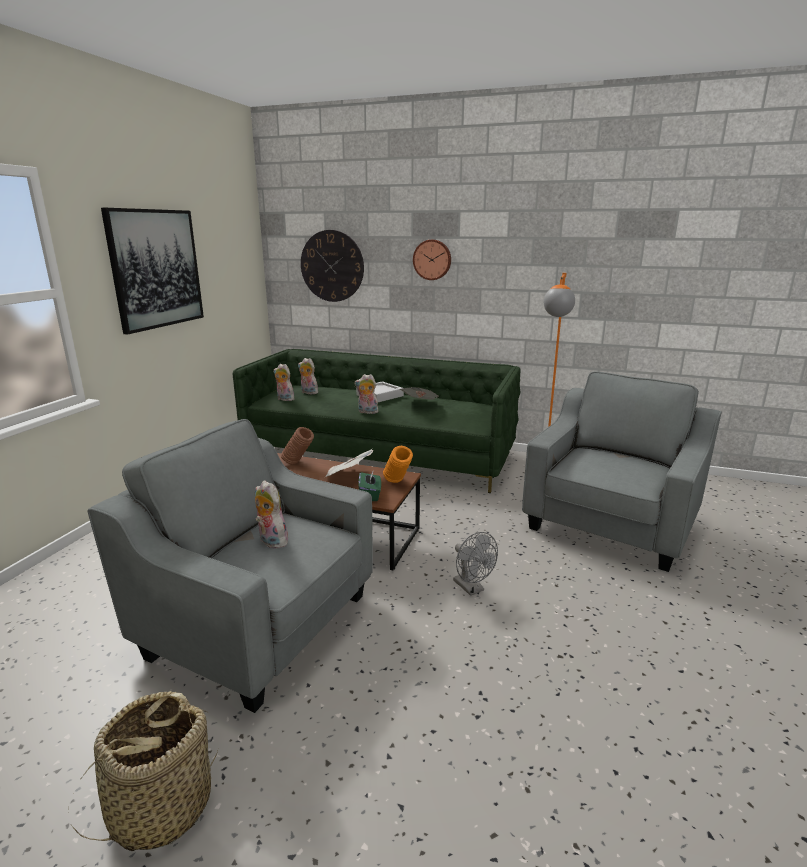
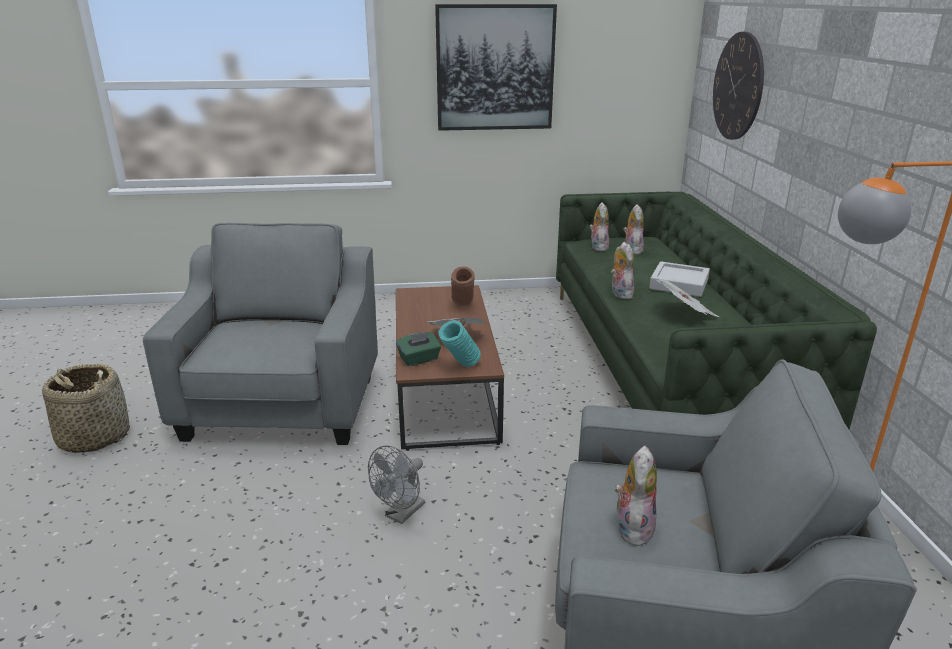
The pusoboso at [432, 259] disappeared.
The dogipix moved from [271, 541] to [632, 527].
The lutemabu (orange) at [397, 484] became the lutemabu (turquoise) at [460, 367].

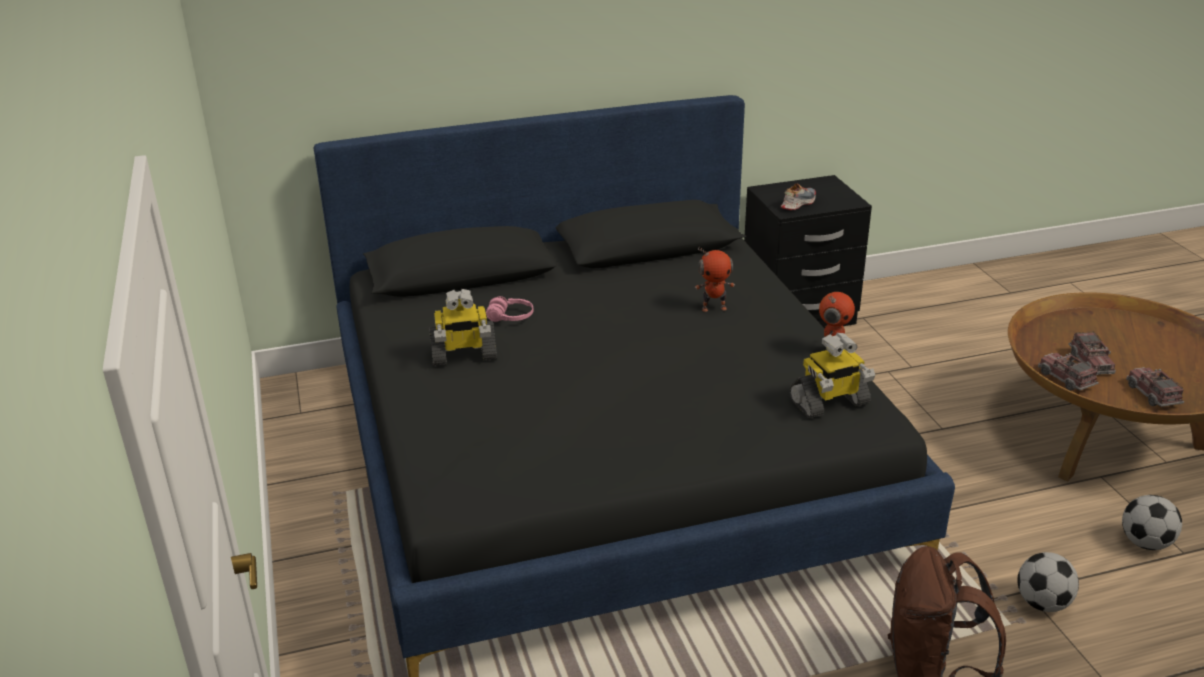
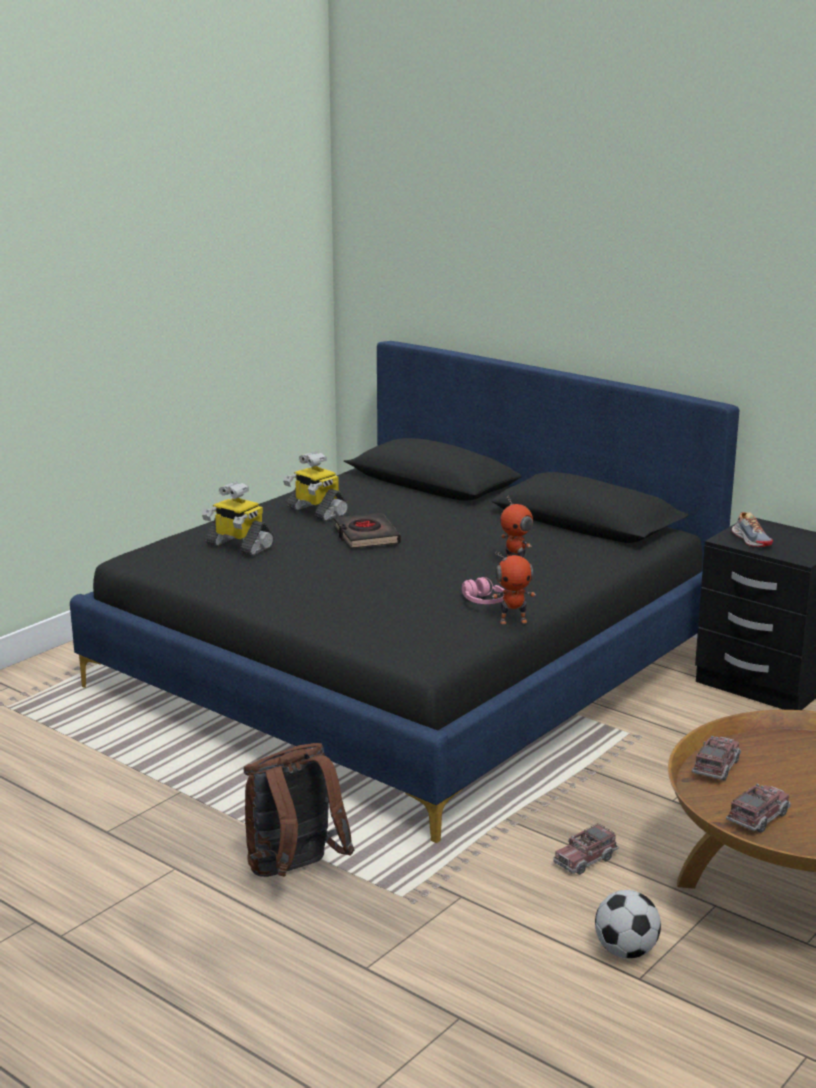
The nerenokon at [1042, 603] disappeared.
The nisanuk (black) at [366, 536] appeared.
The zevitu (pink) moved from [510, 317] to [483, 602].
The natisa moved from [829, 403] to [238, 546].
The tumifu moved from [1090, 363] to [585, 860].
The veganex at [797, 203] turned 60 degrees clockwise.

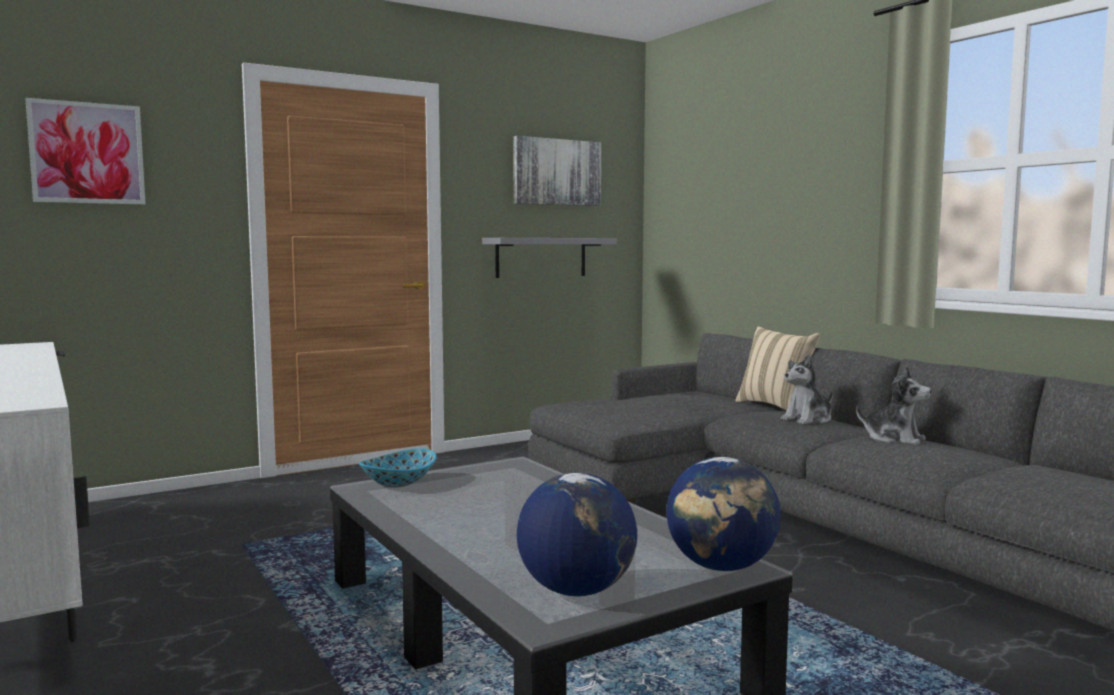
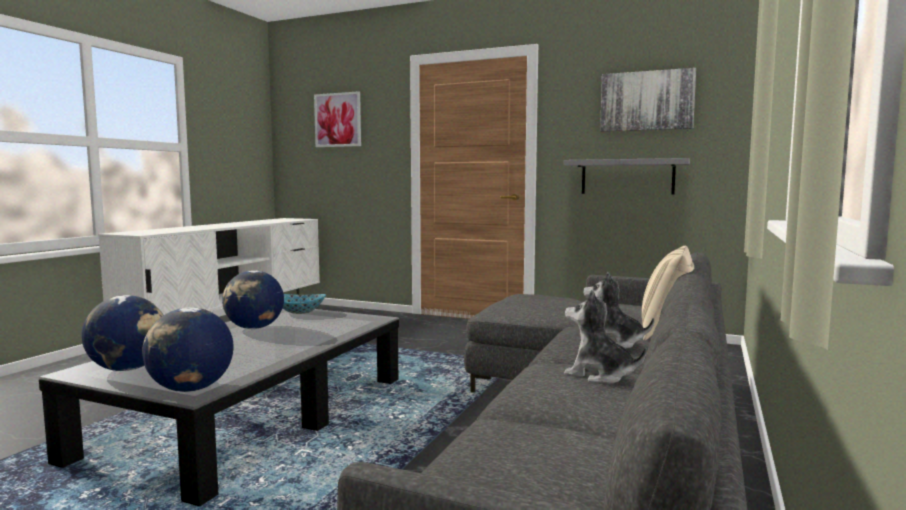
The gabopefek at [254, 328] appeared.
The dogipix at [894, 439] turned 120 degrees clockwise.

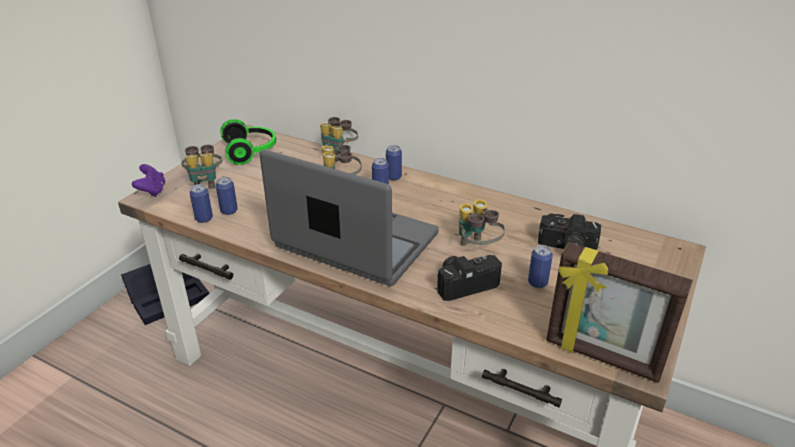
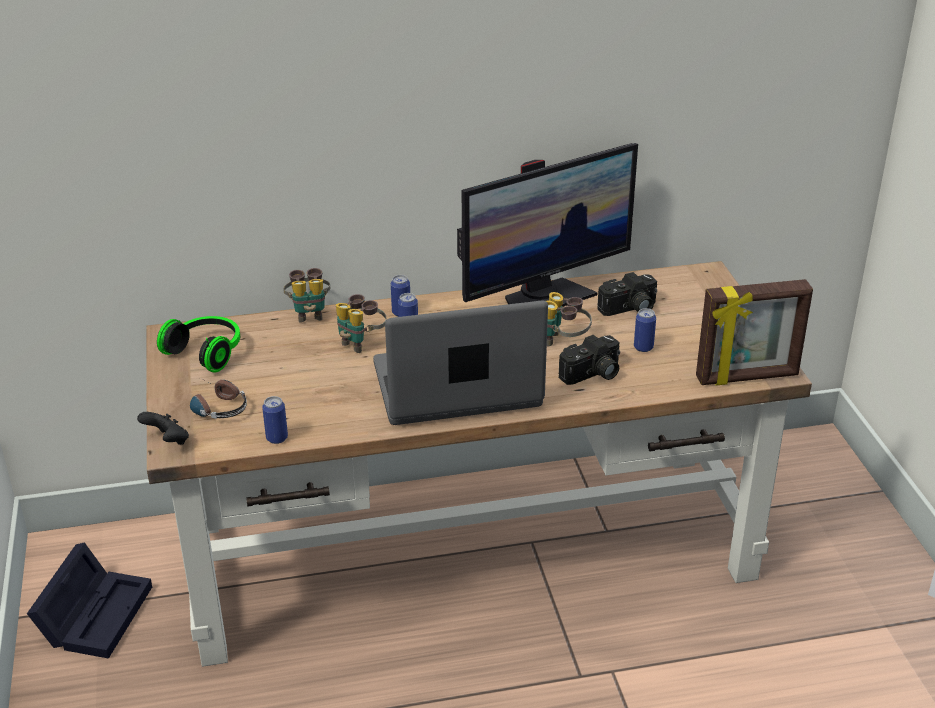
The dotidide at [229, 211] disappeared.
The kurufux at [543, 297] appeared.
The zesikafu at [205, 183] was replaced by the zevitu at [215, 406].
The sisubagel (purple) at [152, 191] became the sisubagel (black) at [167, 441].
The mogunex at [465, 283] turned 150 degrees counterclockwise.

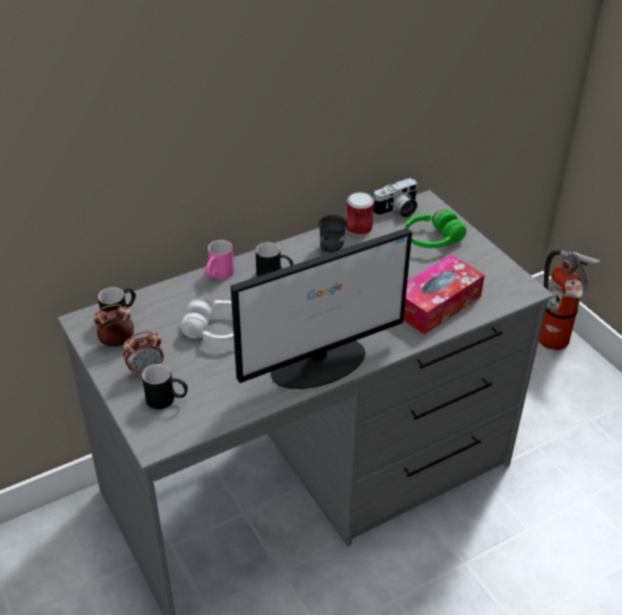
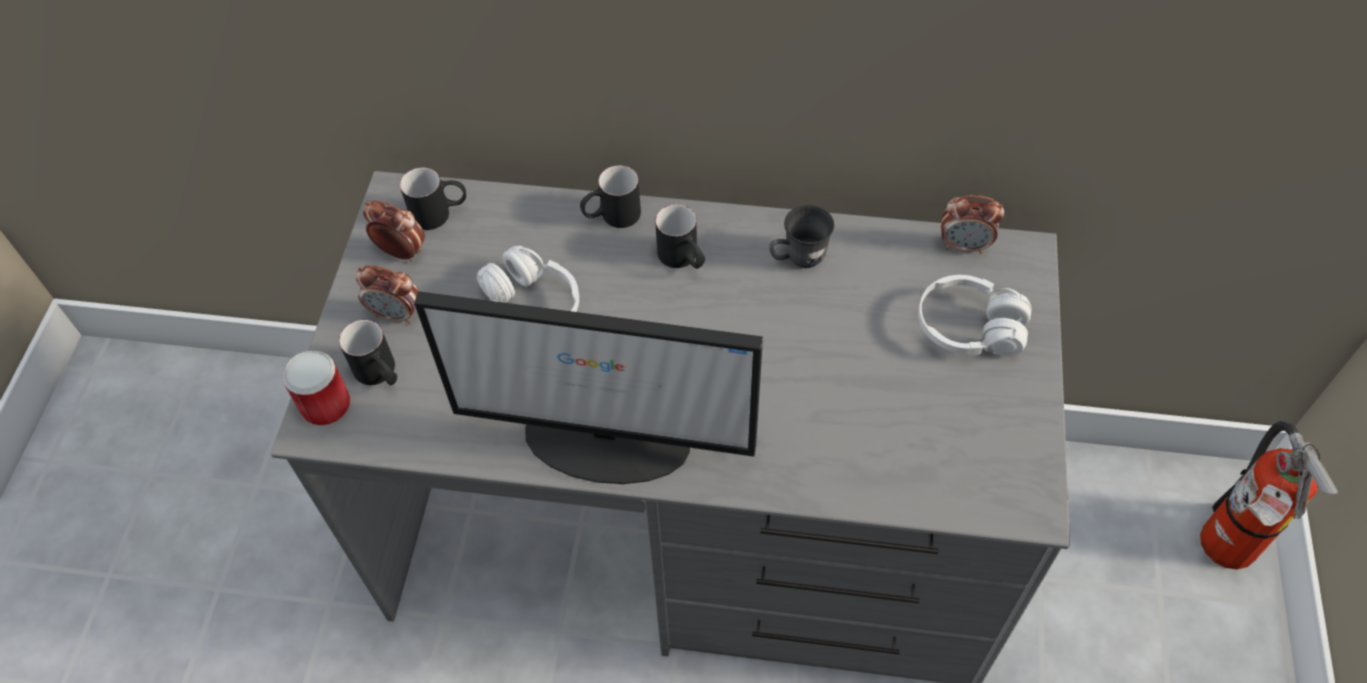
The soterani at [436, 304] disappeared.
The dotidide moved from [359, 228] to [326, 405].
The mogunex at [397, 211] was replaced by the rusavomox at [964, 245].
The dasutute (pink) at [218, 275] became the dasutute (black) at [611, 217].
The zevitu (green) at [432, 239] became the zevitu (white) at [969, 328].

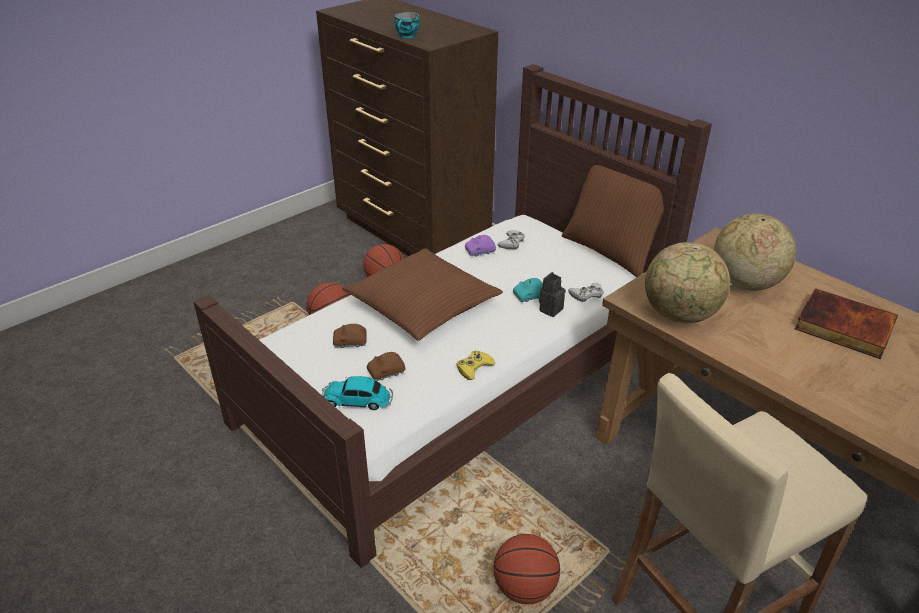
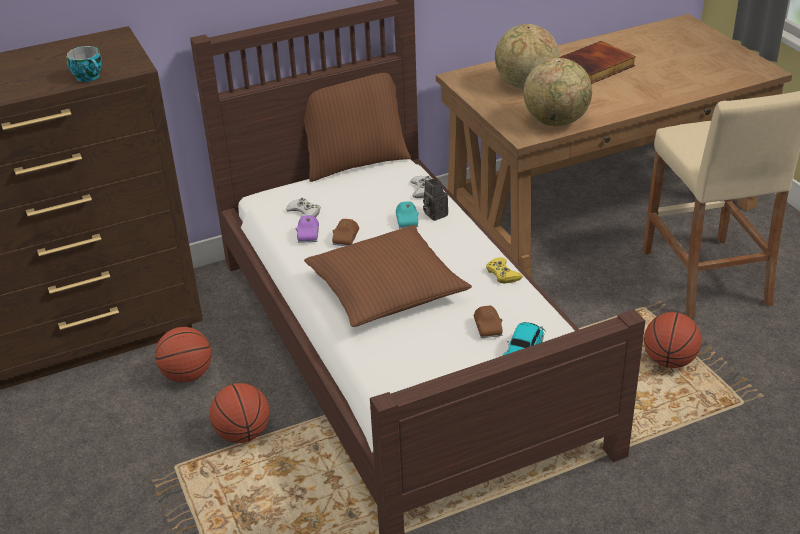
The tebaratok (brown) moved from [350, 342] to [346, 239].

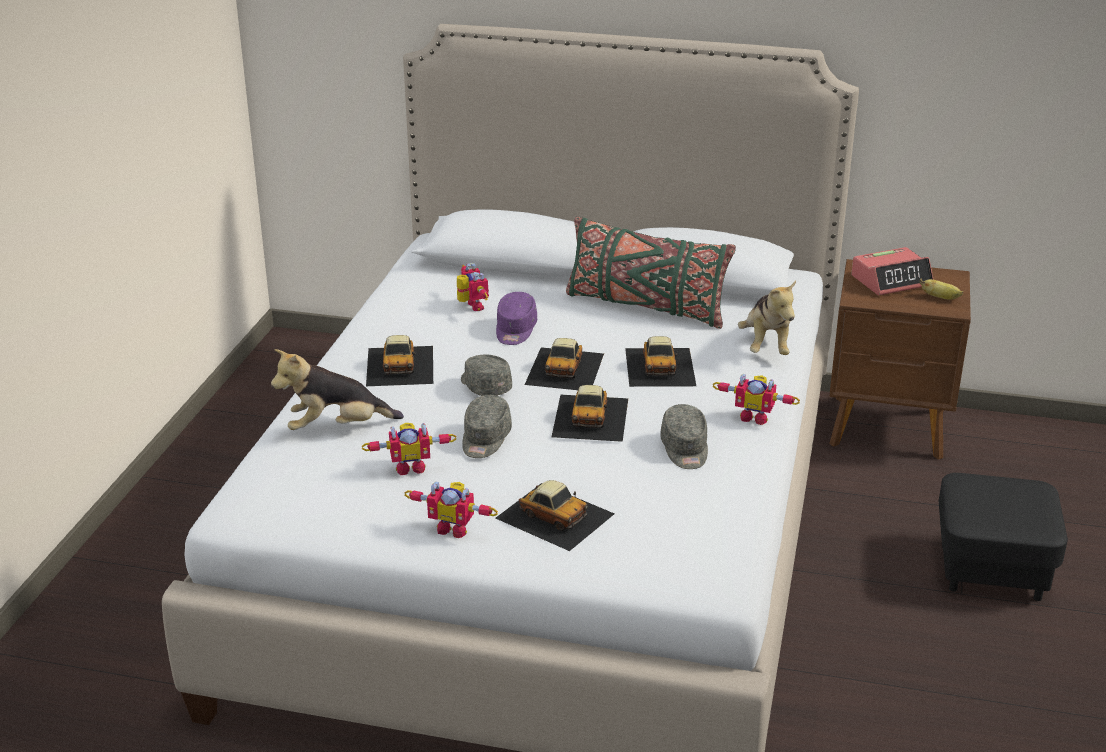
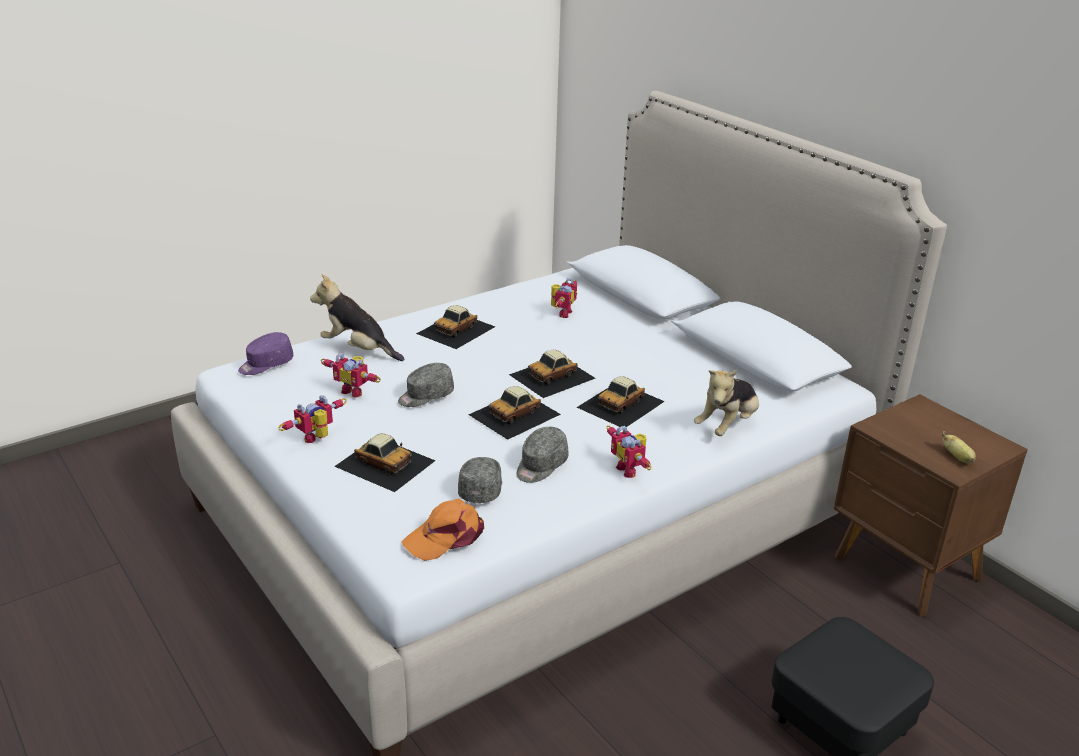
The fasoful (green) at [645, 306] disappeared.
The rusavomox at [891, 280] disappeared.
The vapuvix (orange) at [446, 537] appeared.
The vapuvix (grey) moved from [484, 386] to [481, 488].
The vapuvix (purple) moved from [515, 330] to [266, 364].
The natisa at [454, 528] turned 75 degrees clockwise.
The tebaratok at [554, 515] turned 45 degrees counterclockwise.

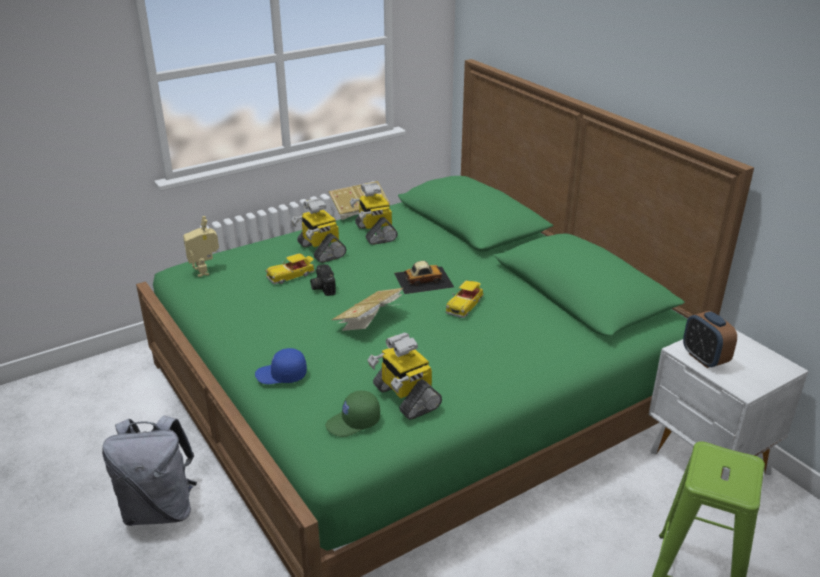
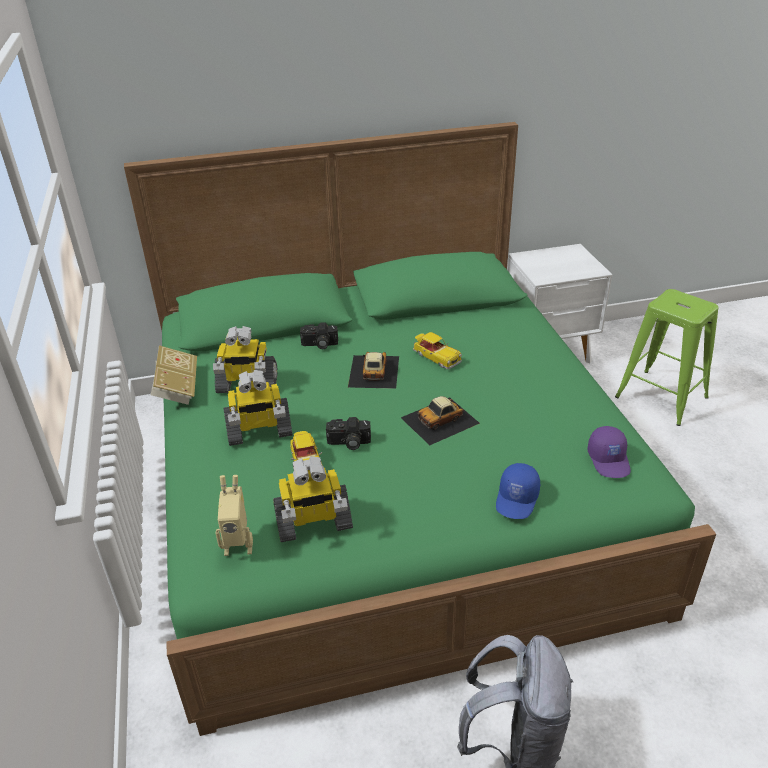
The rusavomox at [704, 358] disappeared.
The mogunex at [319, 345] appeared.
The natisa moved from [405, 397] to [313, 523].
The nisanuk at [370, 322] was replaced by the tebaratok at [440, 420].
The vapuvix (green) at [353, 422] became the vapuvix (purple) at [609, 460].

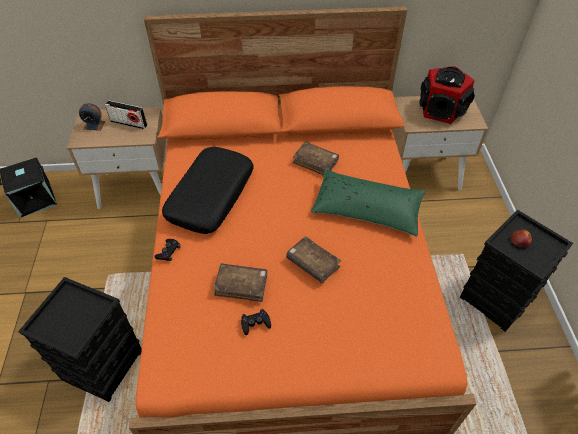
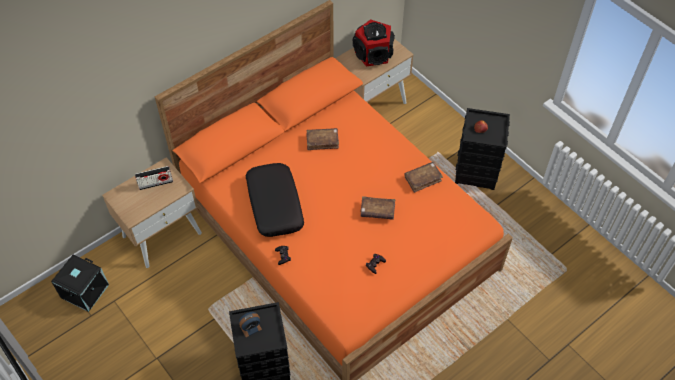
The fasoful (green) at [367, 209] disappeared.
The rusavomox moved from [94, 125] to [250, 327].
The nisanuk (brown) moved from [241, 285] to [423, 179].

